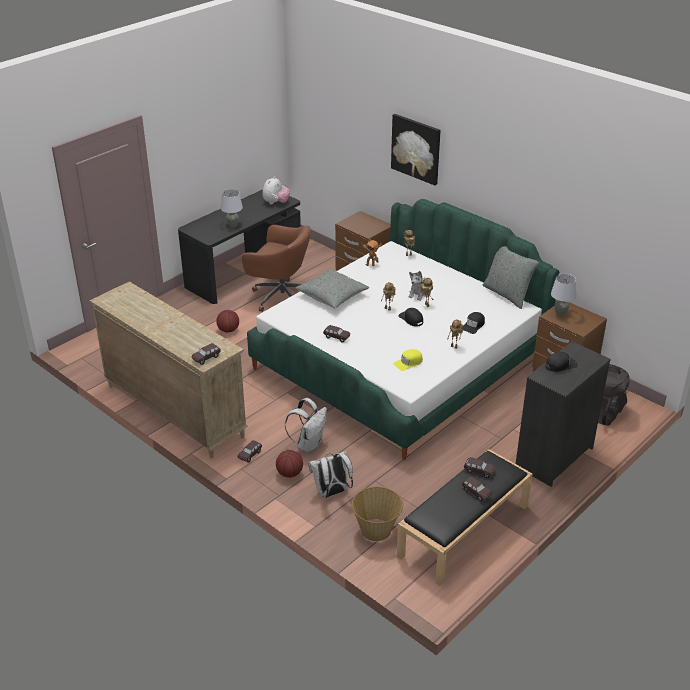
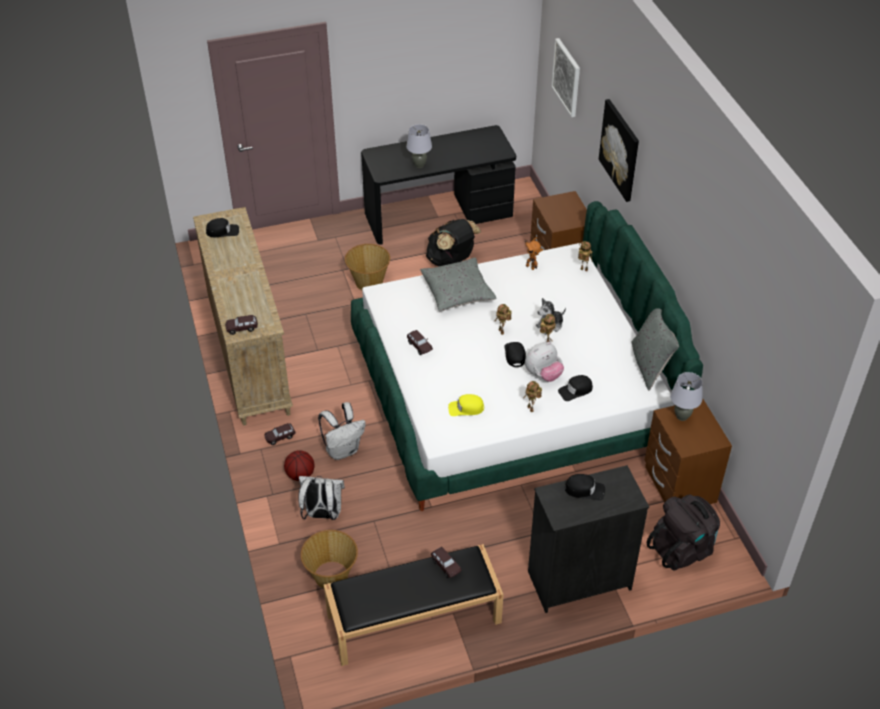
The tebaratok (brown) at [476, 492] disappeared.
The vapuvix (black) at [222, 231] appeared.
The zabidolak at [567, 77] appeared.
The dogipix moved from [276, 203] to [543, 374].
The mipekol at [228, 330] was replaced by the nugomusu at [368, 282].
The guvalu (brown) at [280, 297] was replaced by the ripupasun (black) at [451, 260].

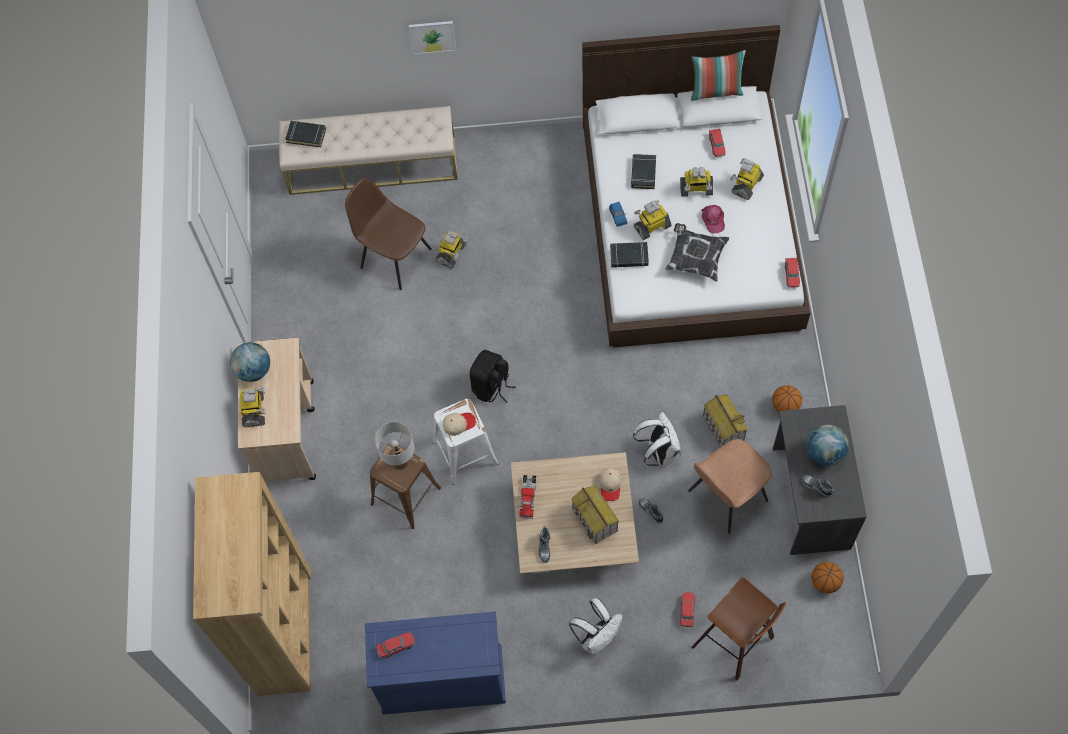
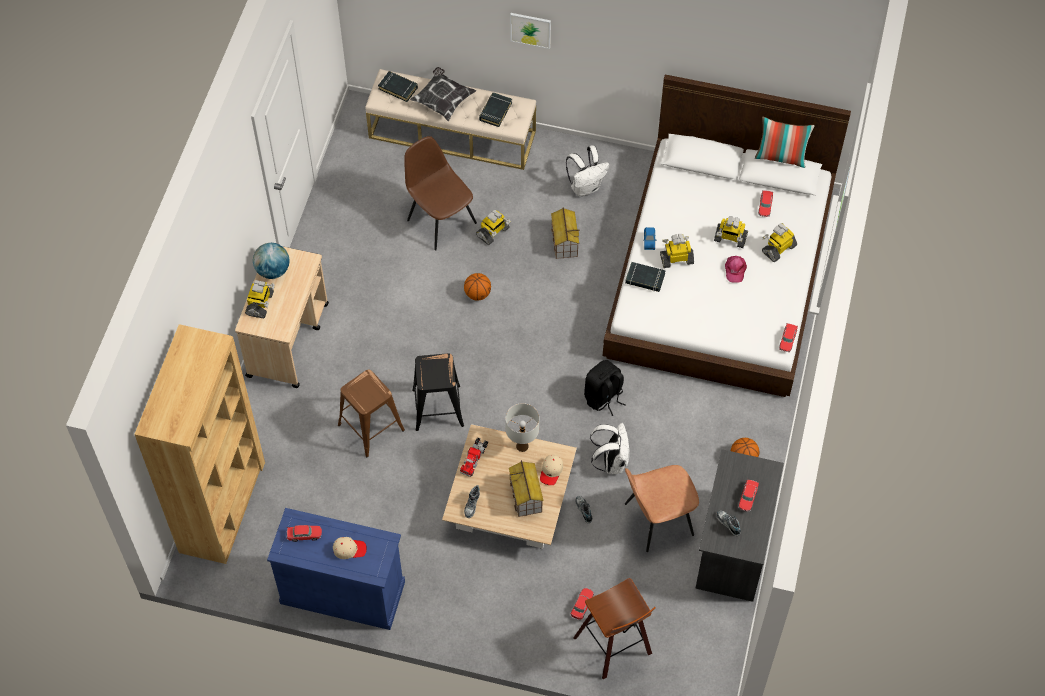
The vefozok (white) moved from [401, 463] to [522, 446].
The vapuvix (beige) moved from [458, 424] to [349, 549].
The ripupasun (black) moved from [491, 386] to [604, 398].
The ripupasun (white) moved from [597, 637] to [586, 187].
The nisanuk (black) moved from [643, 173] to [495, 111].
The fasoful moved from [695, 258] to [443, 101].
The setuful moved from [723, 428] to [564, 242].
The mipekol moved from [825, 582] to [477, 294].
The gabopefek at [824, 453] was replaced by the tebaratok at [748, 497].
The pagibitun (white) at [464, 453] became the pagibitun (black) at [437, 407].

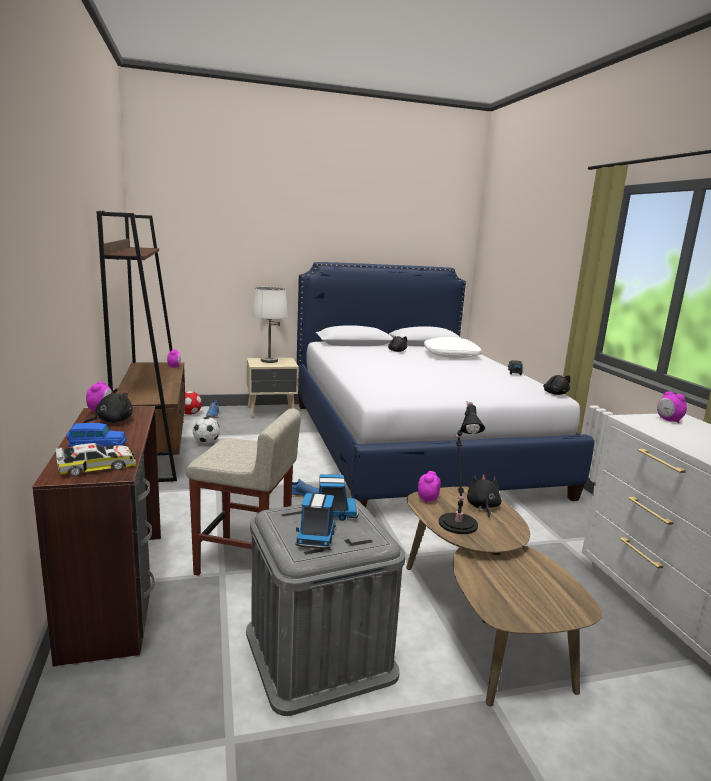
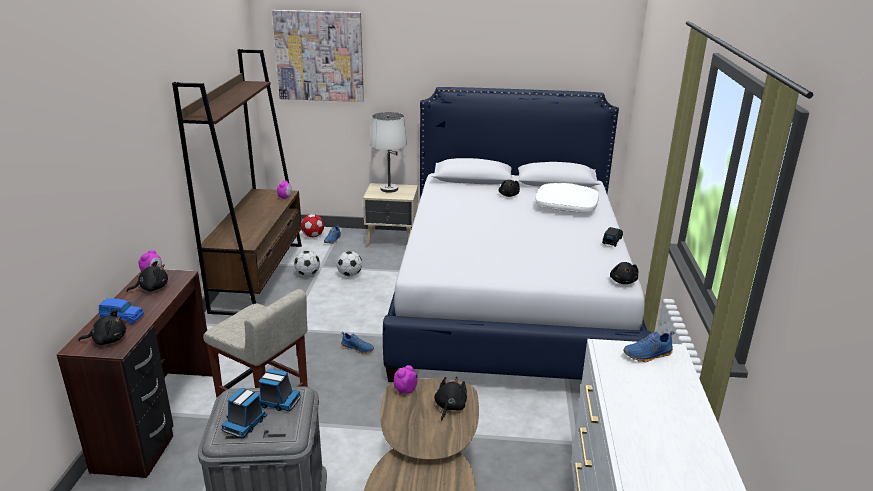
The vefozok (black) at [457, 522] disappeared.
The zabidolak at [319, 56] appeared.
The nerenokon at [350, 275] appeared.
The tebaratok at [97, 467] was replaced by the dogipix (black) at [108, 340].
The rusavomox at [668, 420] was replaced by the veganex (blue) at [648, 355].

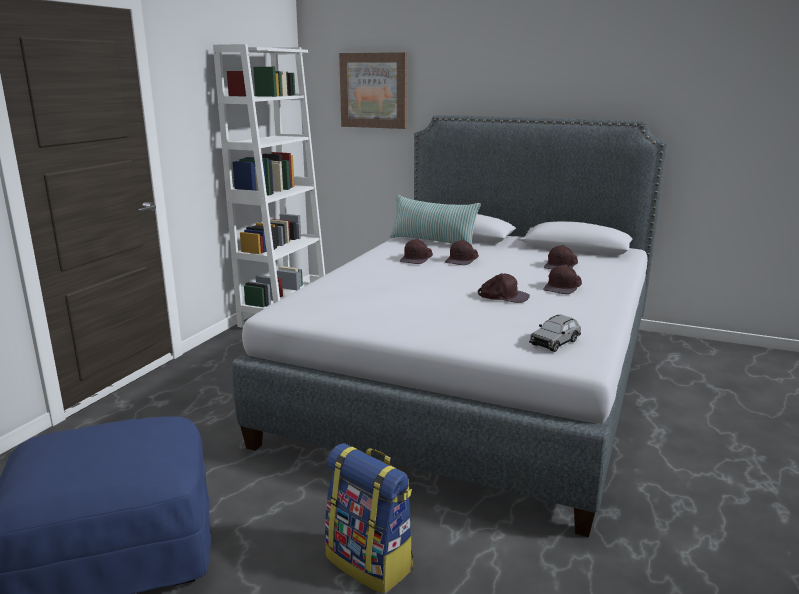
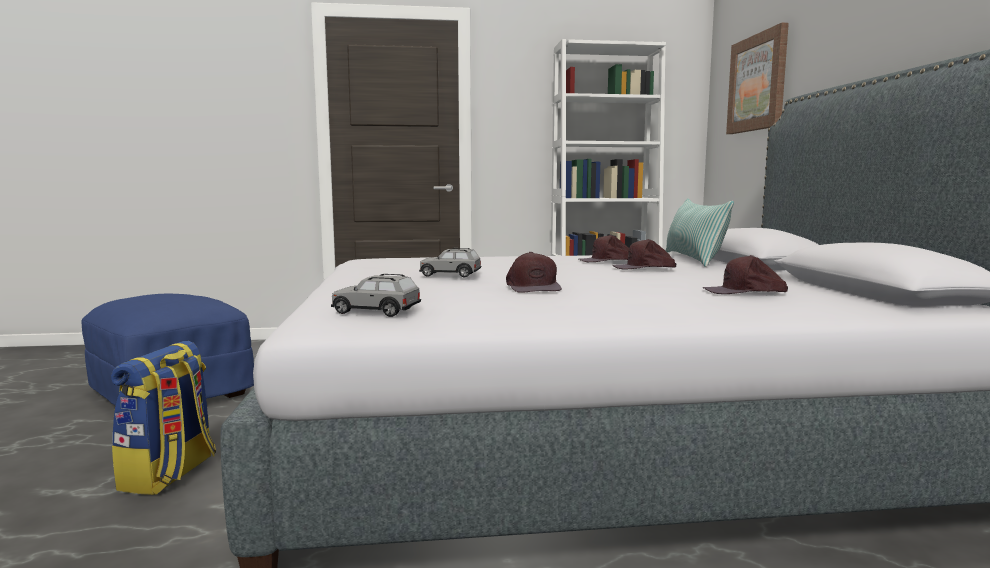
The vapuvix (brown) at [563, 287] disappeared.
The tebaratok (grey) at [450, 275] appeared.

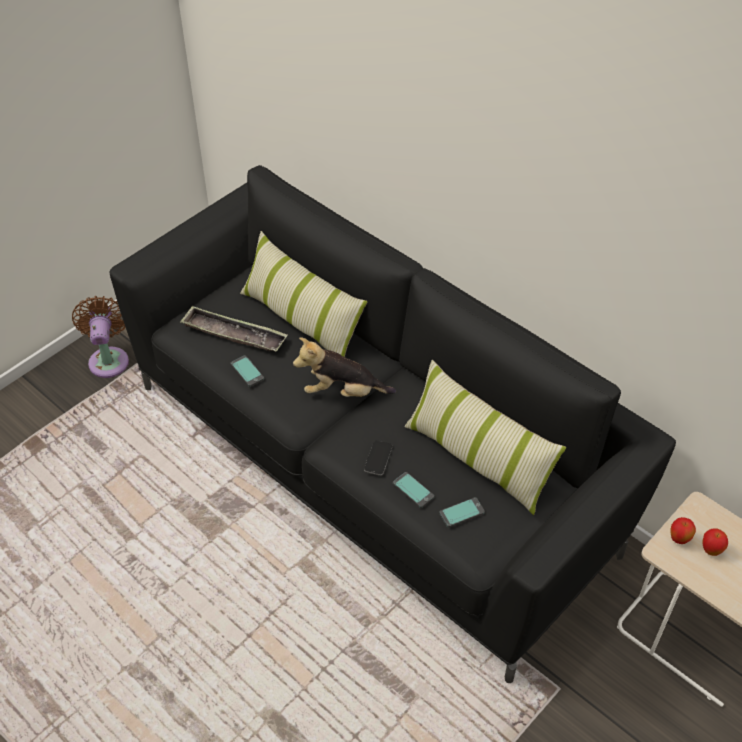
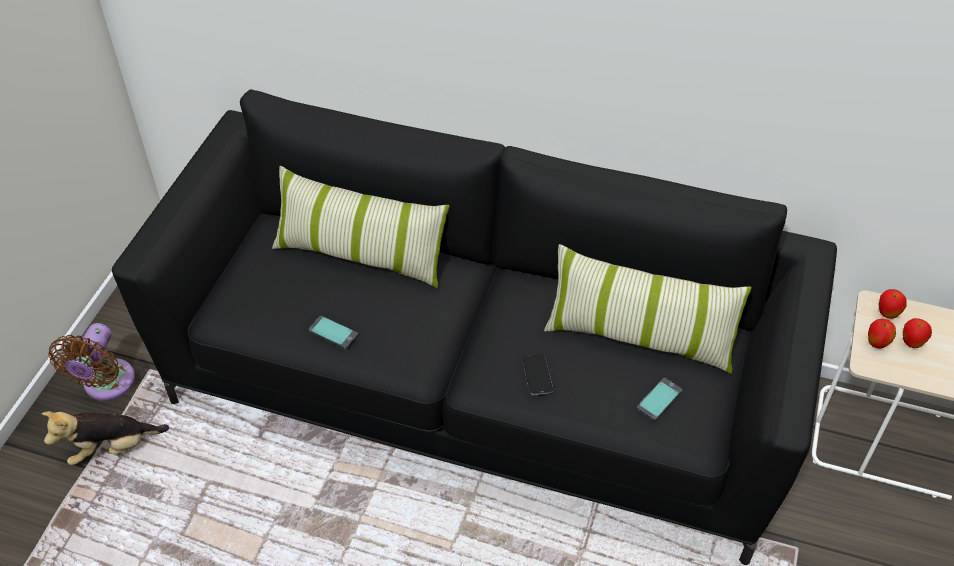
The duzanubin at [234, 334] disappeared.
The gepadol at [413, 490] disappeared.
The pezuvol at [887, 314] appeared.
The dogipix moved from [343, 392] to [112, 448].
The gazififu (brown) at [109, 359] turned 135 degrees counterclockwise.

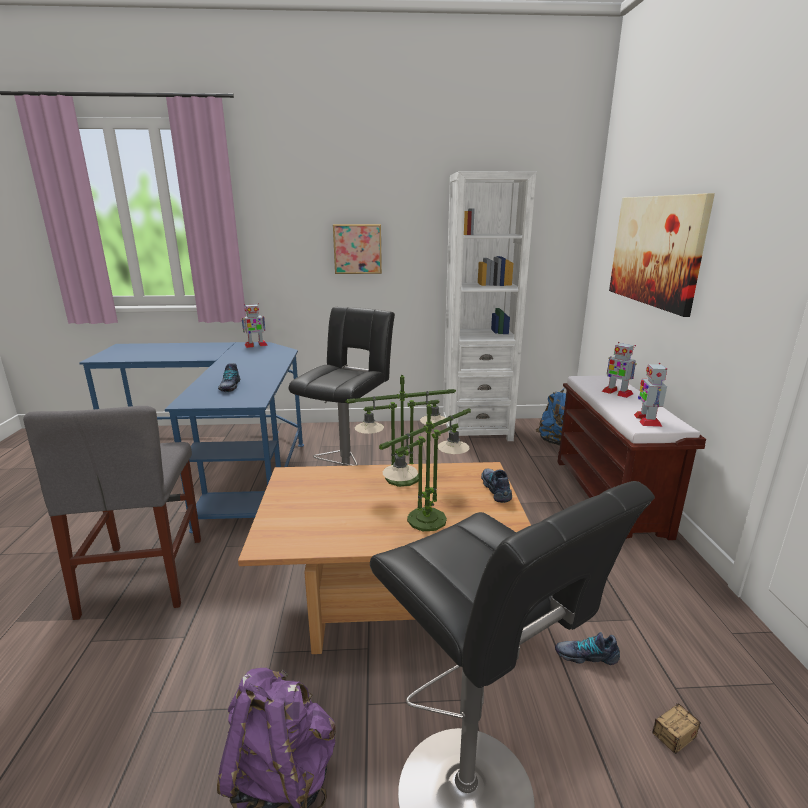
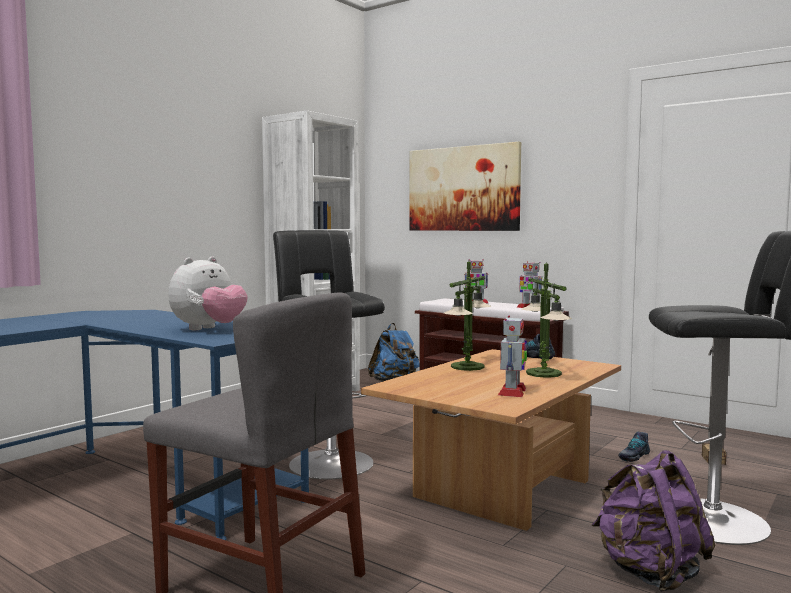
The zabidolak at [357, 249] disappeared.
The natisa moved from [255, 345] to [512, 392].
The veganex at [229, 386] was replaced by the dogipix at [209, 329].

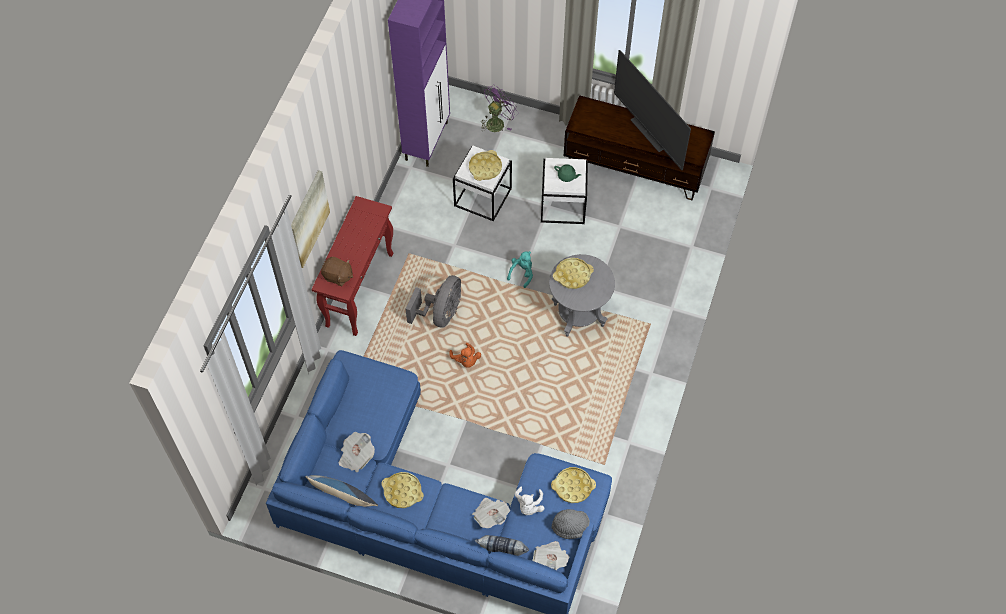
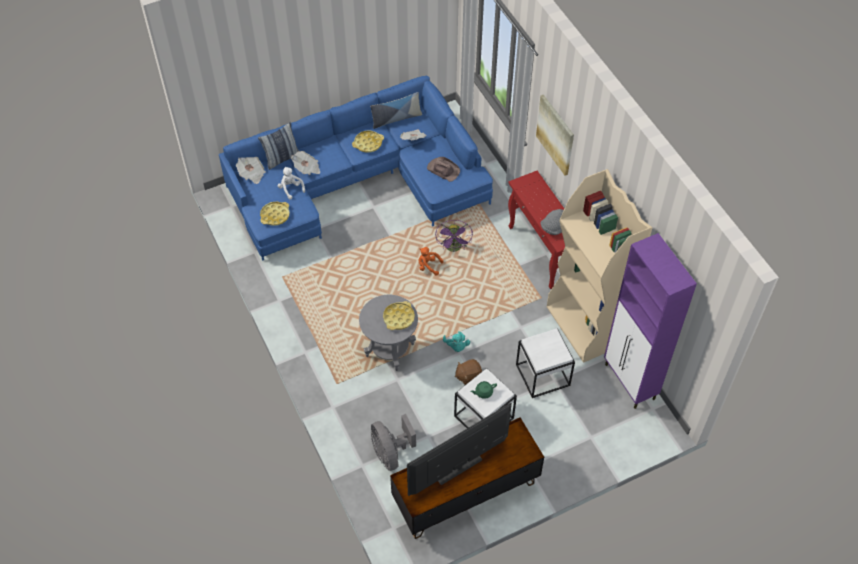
The duzanubin (yellow) at [485, 168] disappeared.
The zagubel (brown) at [443, 170] appeared.
The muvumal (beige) at [584, 326] appeared.
The dogipix (brown) moved from [338, 276] to [468, 375].
The gazififu (grey) moved from [440, 314] to [390, 453].
The gazififu (purple) moved from [497, 122] to [454, 248].
The zagubel (grey) moved from [570, 527] to [553, 228].
The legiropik at [648, 134] turned 45 degrees counterclockwise.

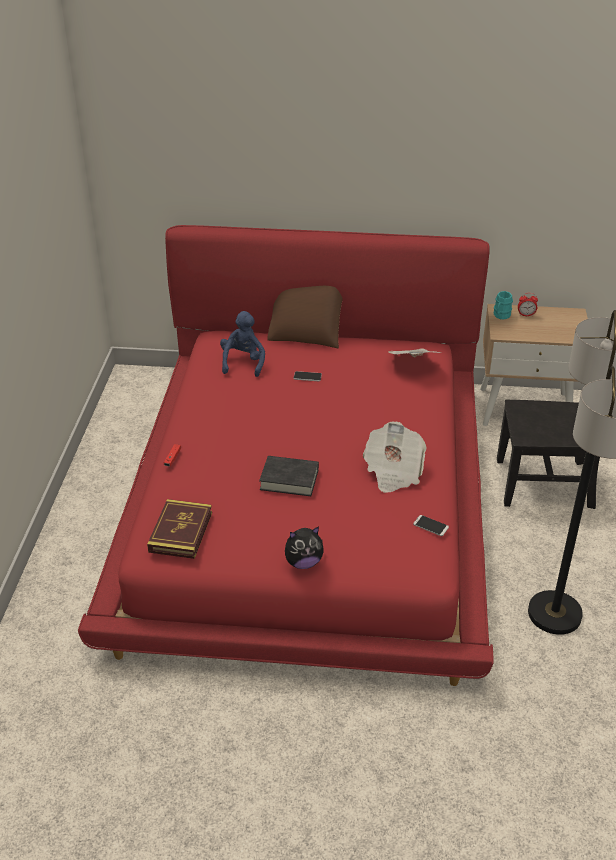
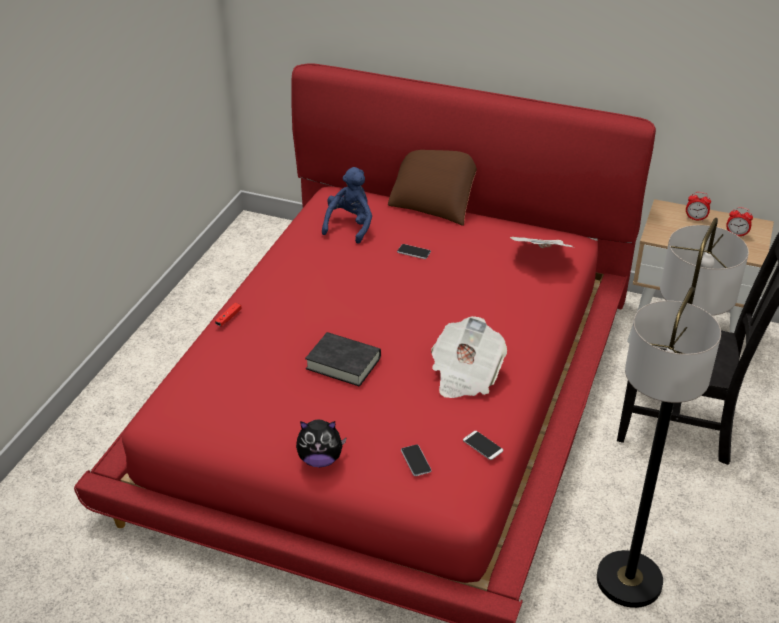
The nisanuk at [180, 532] disappeared.
The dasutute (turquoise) at [500, 316] disappeared.
The gepadol at [416, 461] appeared.
The rusavomox at [736, 234] appeared.

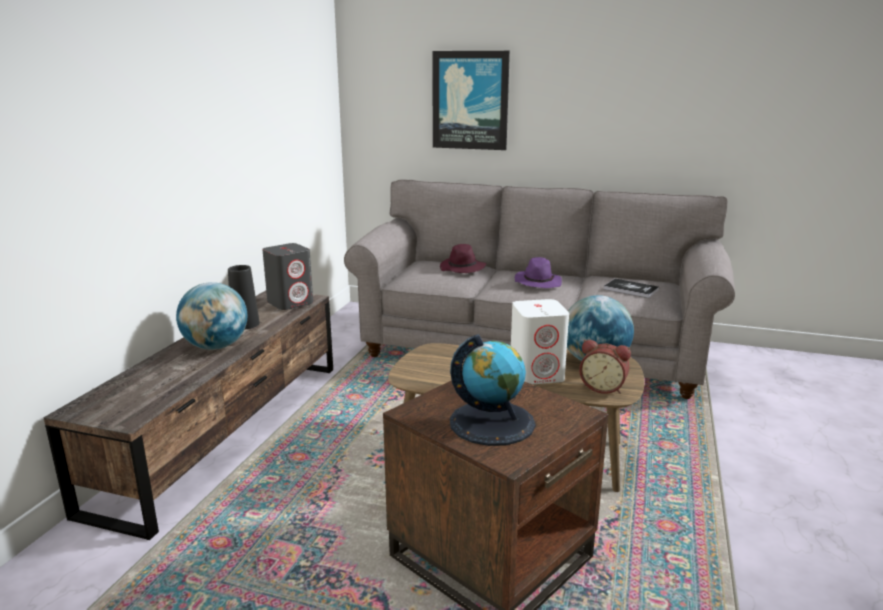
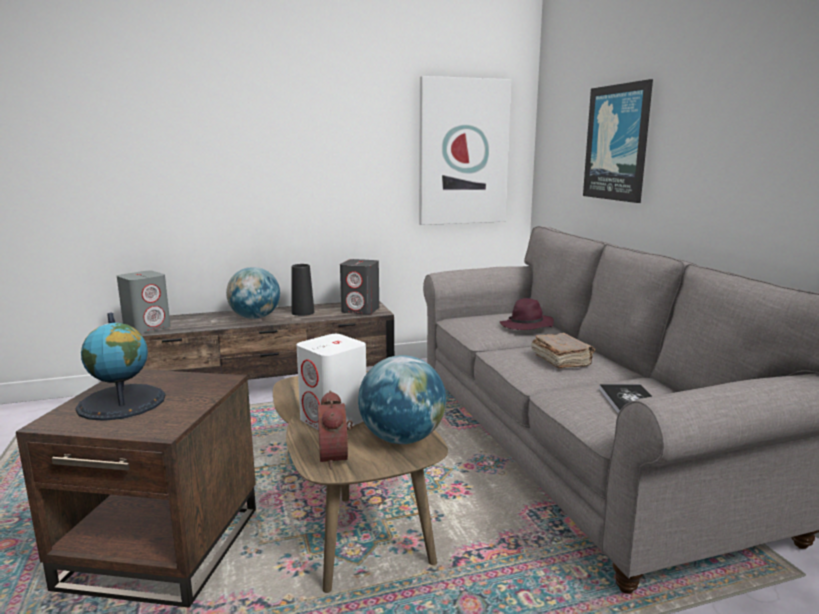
The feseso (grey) at [147, 327] appeared.
The zabidolak at [463, 152] appeared.
The zagubel (purple) at [537, 283] was replaced by the nisanuk (brown) at [561, 361].

